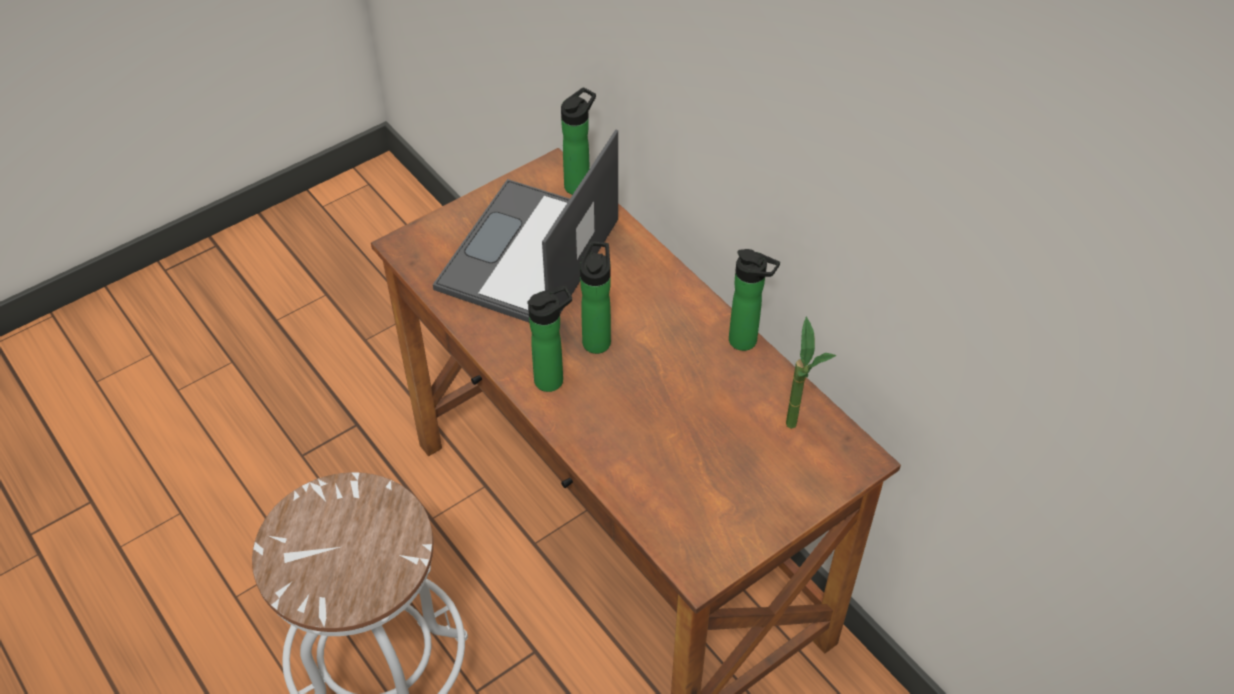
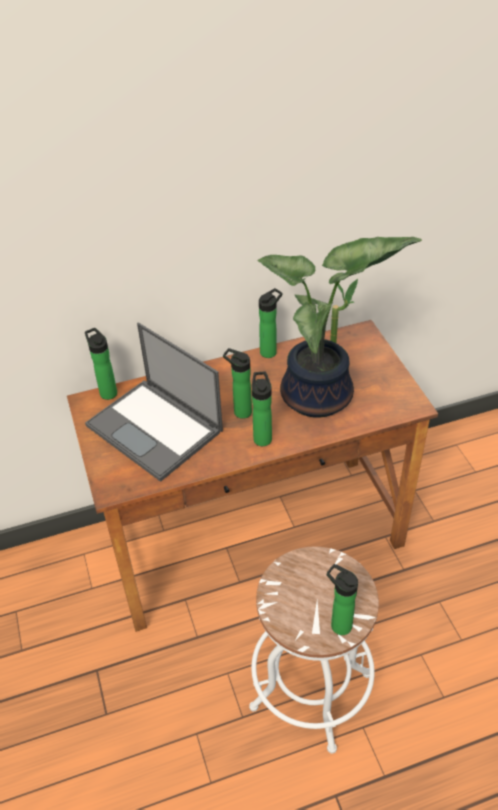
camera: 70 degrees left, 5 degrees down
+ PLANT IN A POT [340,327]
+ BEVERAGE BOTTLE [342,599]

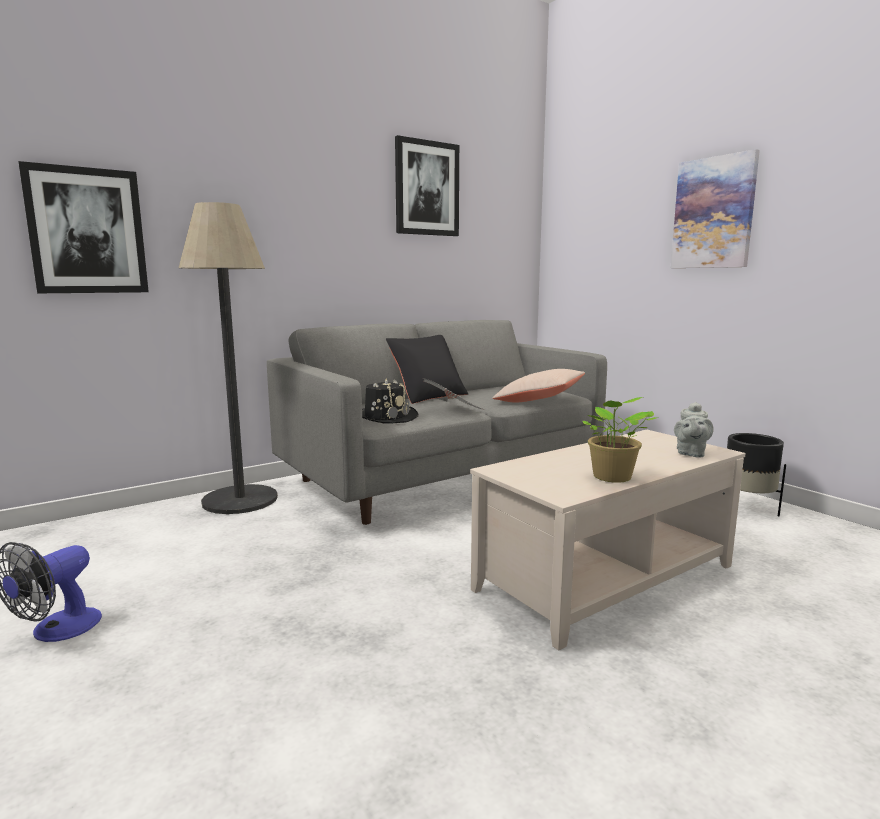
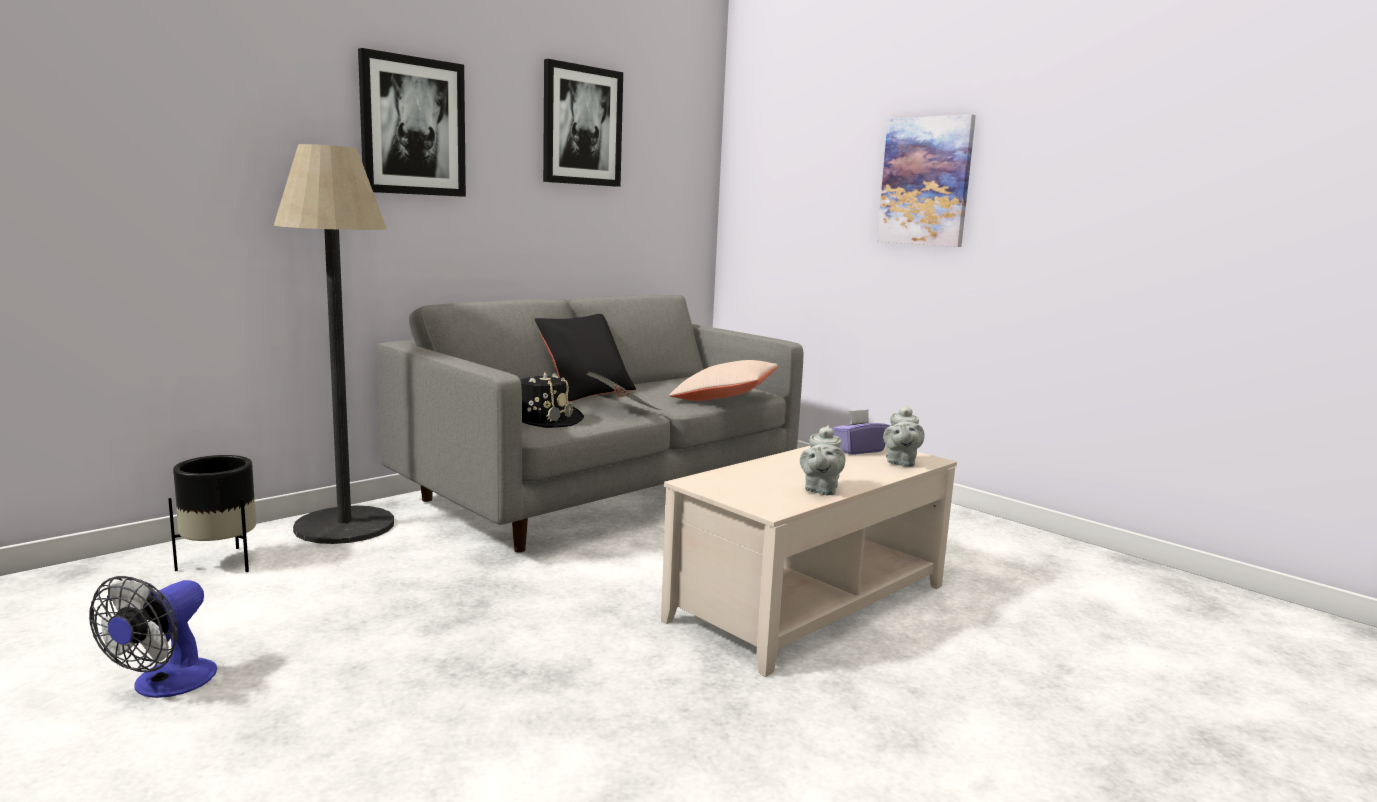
camera: 10 degrees left, 0 degrees up
~ WALL ART [83,227] to [412,122]
~ PLANT IN A POT [619,440] to GREY TEA POT [822,460]
~ BLACK-COLOURED PLANTER [756,474] to [212,513]
+ PURPLISH TISSUE HOLDER [861,432]

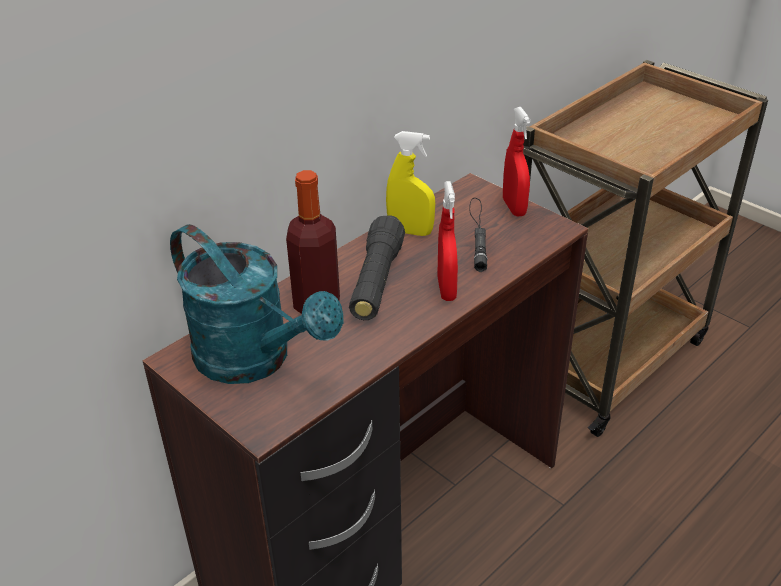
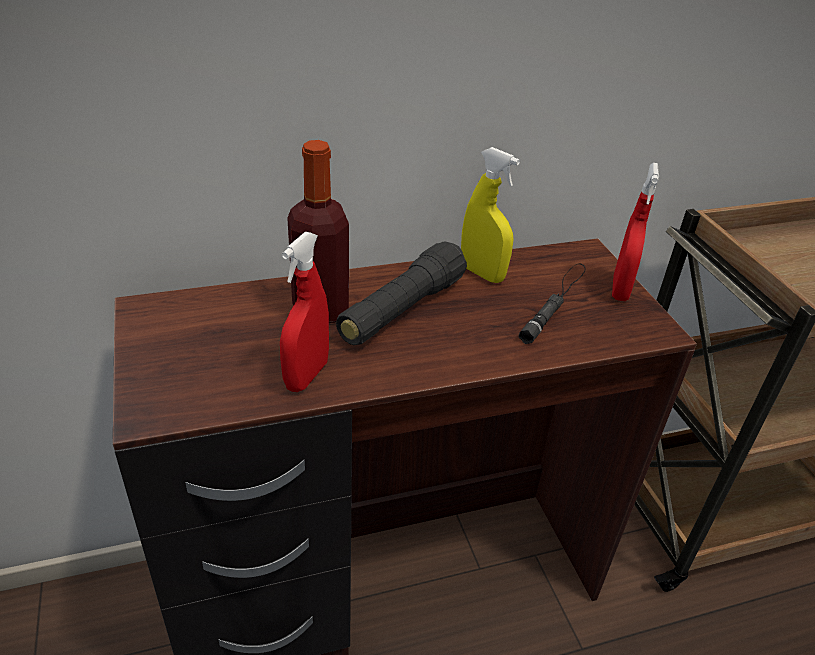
camera: 25 degrees right, 0 degrees up
~ RED HAND SPRAYER [447,241] to [304,311]
- BLUE-GREEN WATERING CAN [257,304]

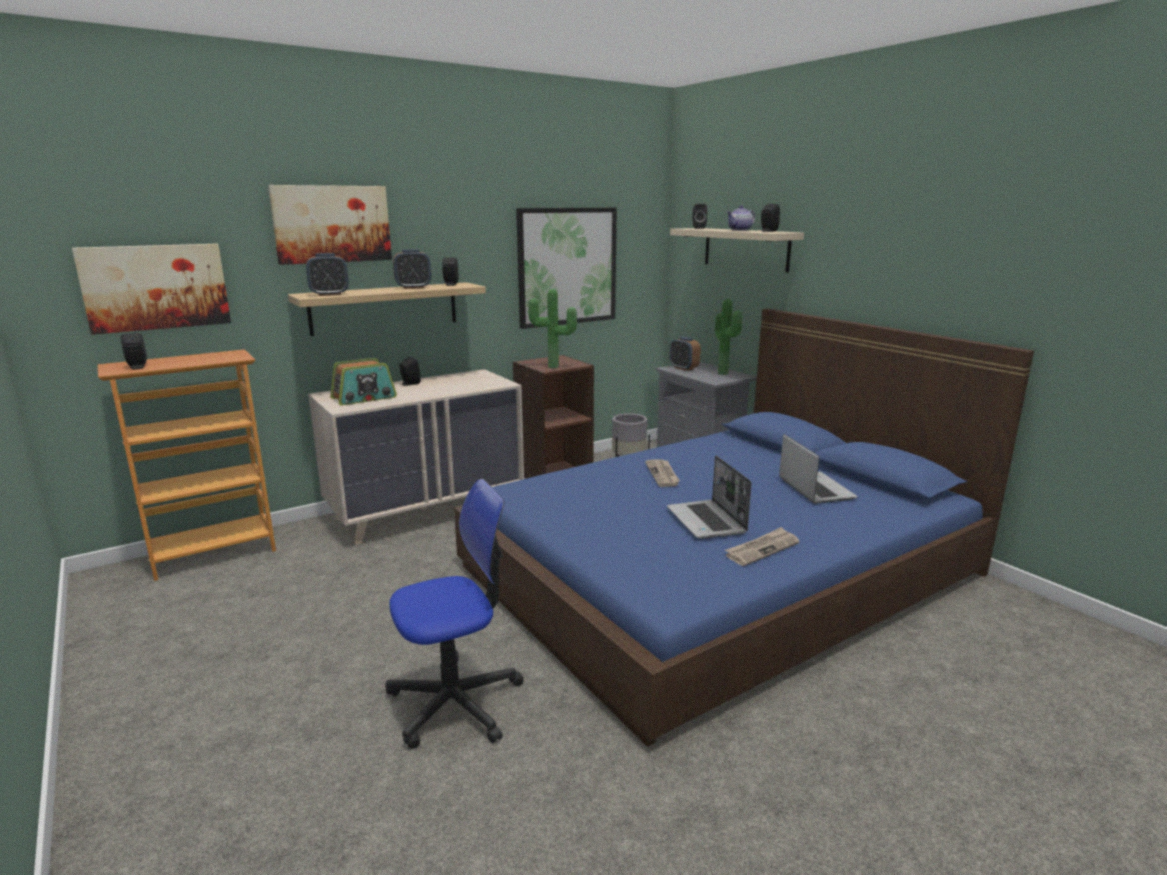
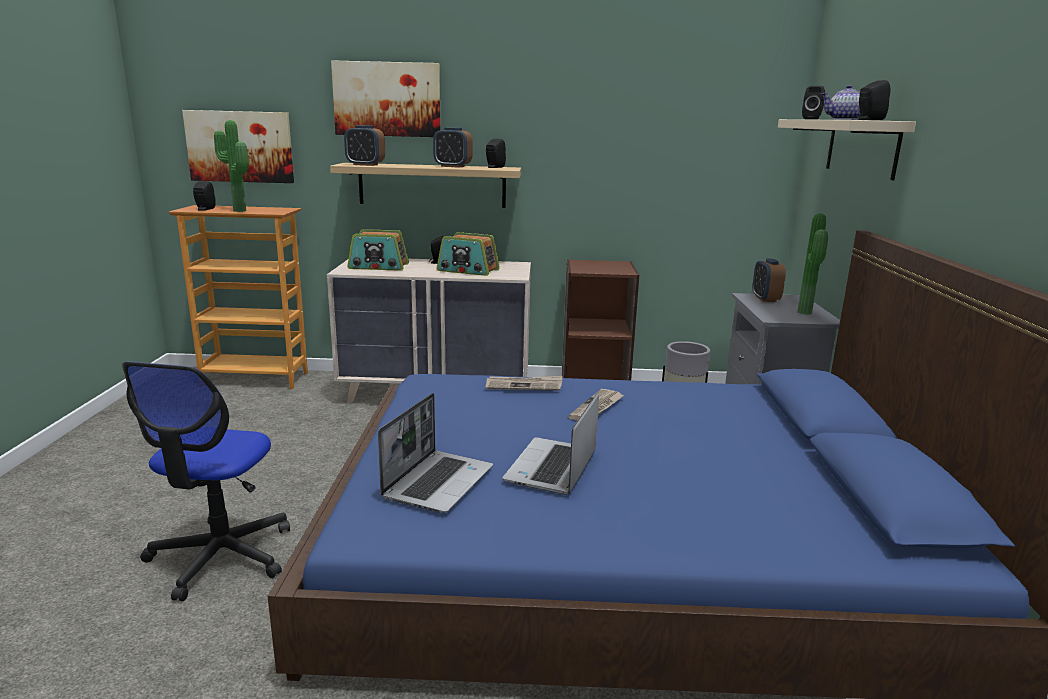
camera: 35 degrees right, 0 degrees up
- WALL ART [566,268]
~ PLANT IN A POT [552,328] to [231,166]
~ NOTEBOOK COMPUTER [818,469] to [435,453]
~ COMPUTER CHAIR [454,614] = [206,481] 90 degrees clockwise
~ NEWSPAPER [762,546] to [523,383]
+ RADIO SET [468,254]

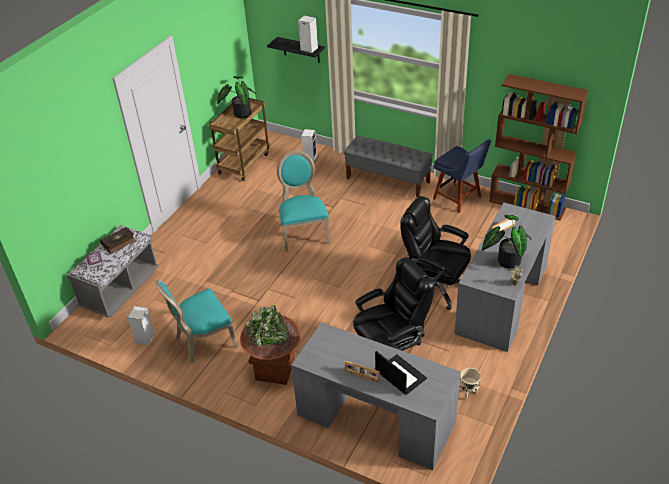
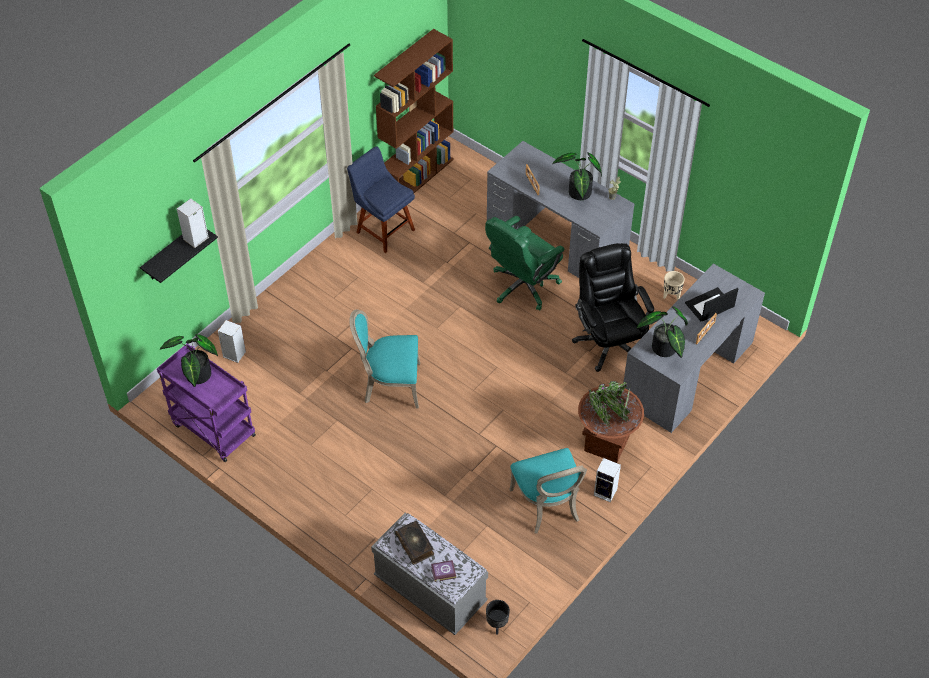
camera: 80 degrees left, 10 degrees up
~ BROWN TROLLEY [239,139] to PURPLISH TROLLEY [206,403]
- GREY LONG SEAT [388,166]
~ BLUE-COLOURED UPRIGHT CHAIR [462,176] = [381,199] 105 degrees counterclockwise
~ BLACK-COLOURED COMPUTER CHAIR [435,253] to GREEN COMPUTER CHAIR [524,263]
~ AUDIO SPEAKER [141,326] to [607,480]
+ PLANT IN A POT [662,332]
+ BLACK-COLOURED PLANTER [498,617]

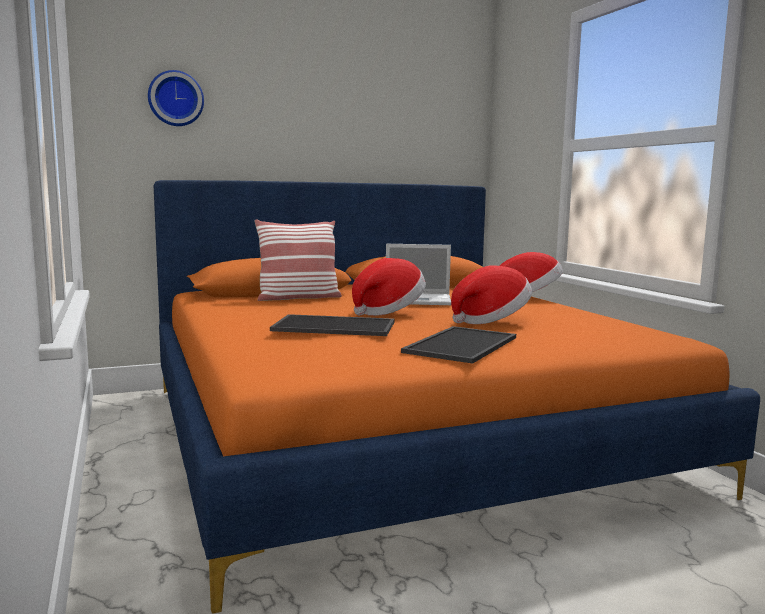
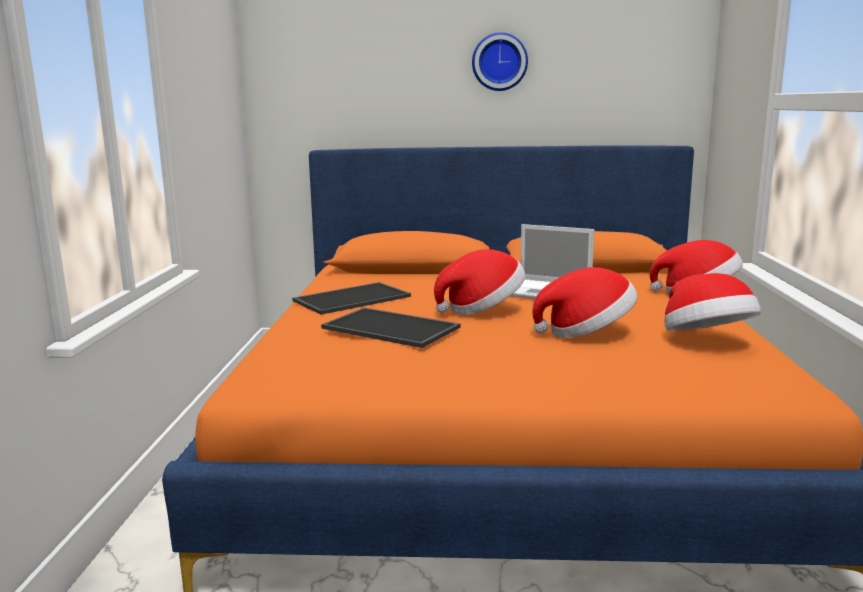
camera: 25 degrees right, 5 degrees up
~ WALL CLOCK [176,98] to [500,61]
- PILLOW [298,260]
~ TRAY [458,345] to [351,298]
+ CLOTHING HAT [712,302]

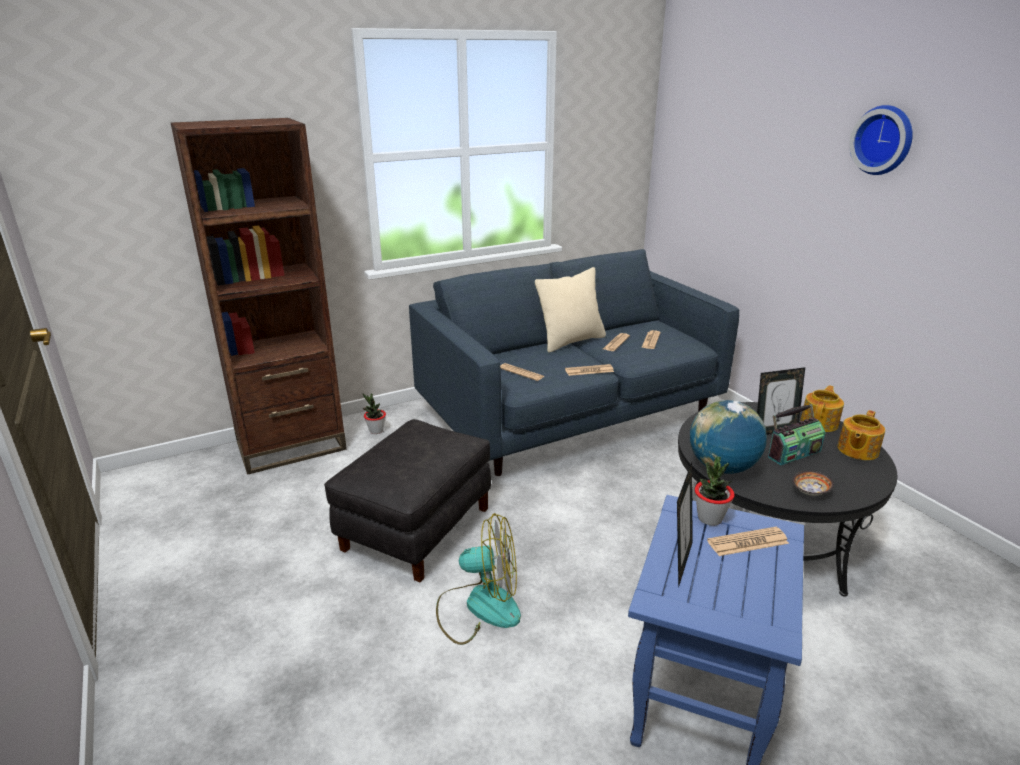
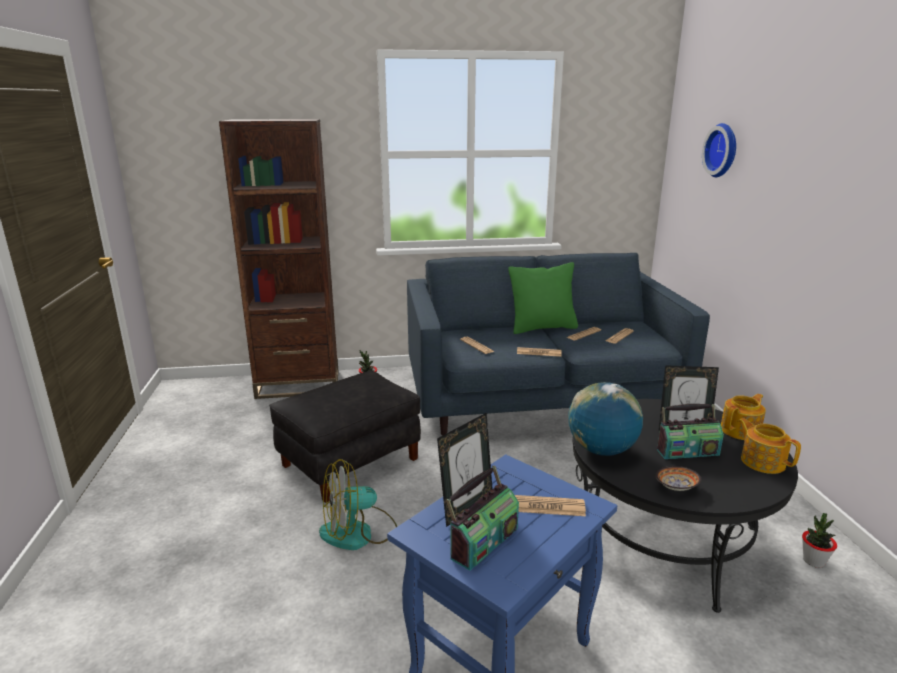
camera: 20 degrees right, 5 degrees down
~ WALL CLOCK [881,140] to [719,150]
~ BEIGE PILLOW [570,310] to GREEN PILLOW [543,298]
~ TEA POT [861,435] = [769,446] 90 degrees clockwise
~ PLANT IN A POT [714,491] to [819,540]
~ ELECTRIC FAN [478,579] = [358,504] 135 degrees clockwise
+ RADIO SET [482,518]

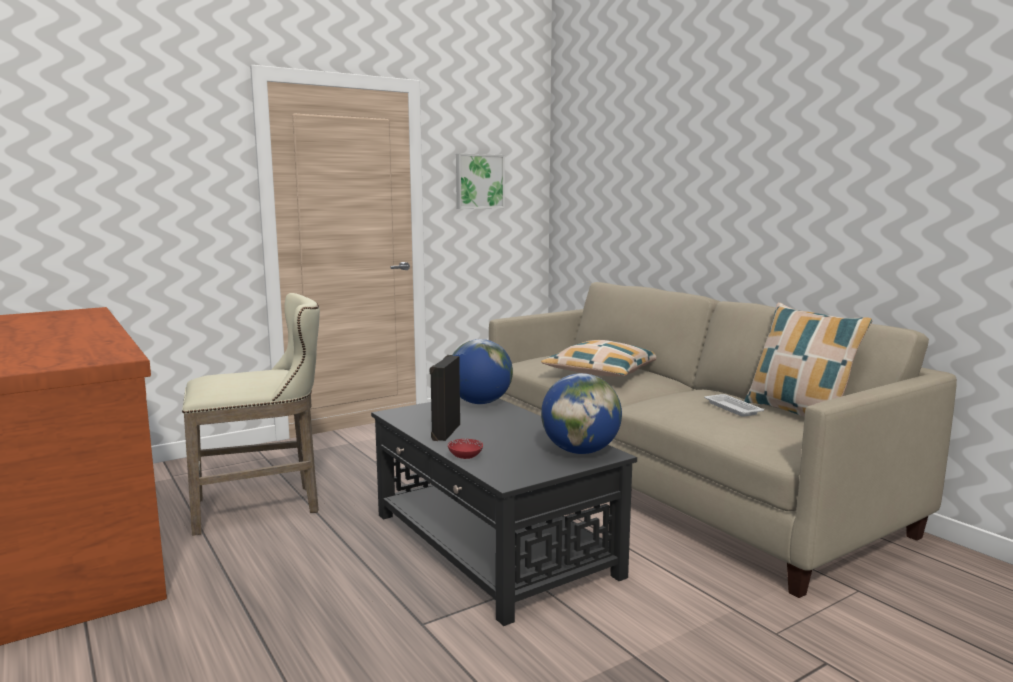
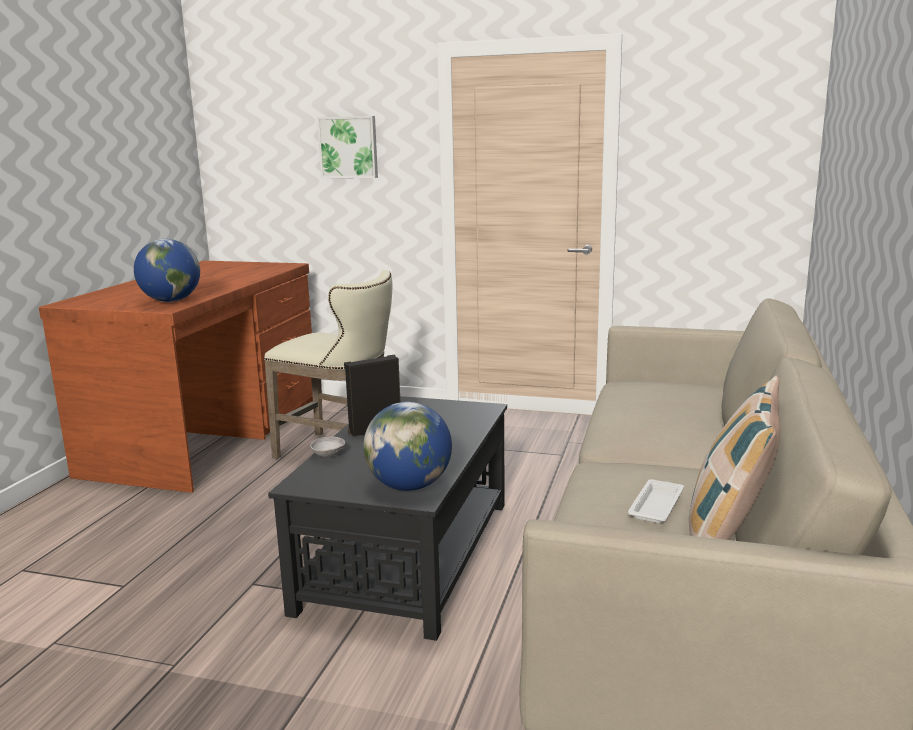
camera: 50 degrees right, 5 degrees up
~ WALL ART [480,181] to [347,147]
~ WORLD GLOBE [483,371] to [167,270]
- PILLOW [598,358]
~ RED BOWL [465,449] to GREY BOWL [327,447]

